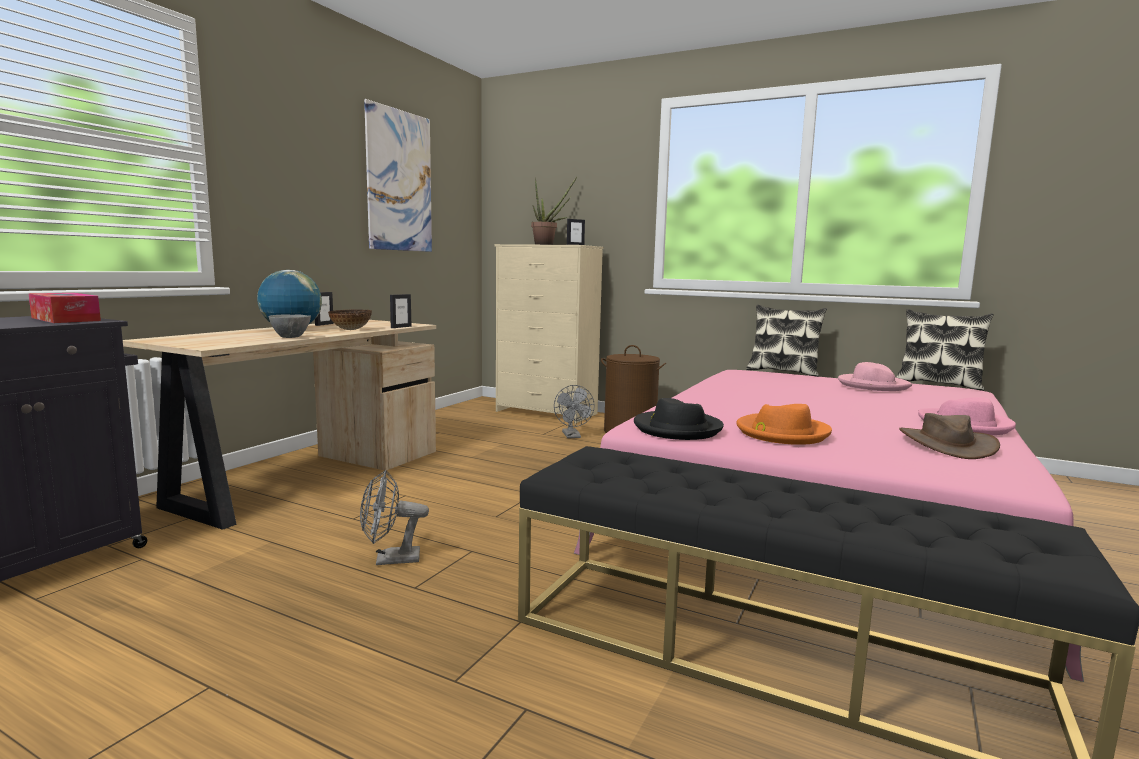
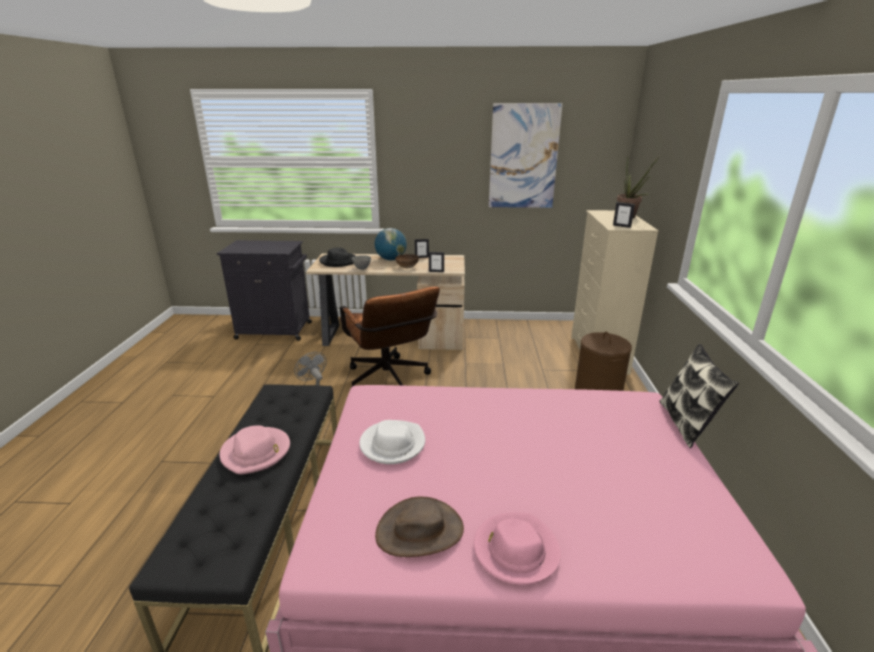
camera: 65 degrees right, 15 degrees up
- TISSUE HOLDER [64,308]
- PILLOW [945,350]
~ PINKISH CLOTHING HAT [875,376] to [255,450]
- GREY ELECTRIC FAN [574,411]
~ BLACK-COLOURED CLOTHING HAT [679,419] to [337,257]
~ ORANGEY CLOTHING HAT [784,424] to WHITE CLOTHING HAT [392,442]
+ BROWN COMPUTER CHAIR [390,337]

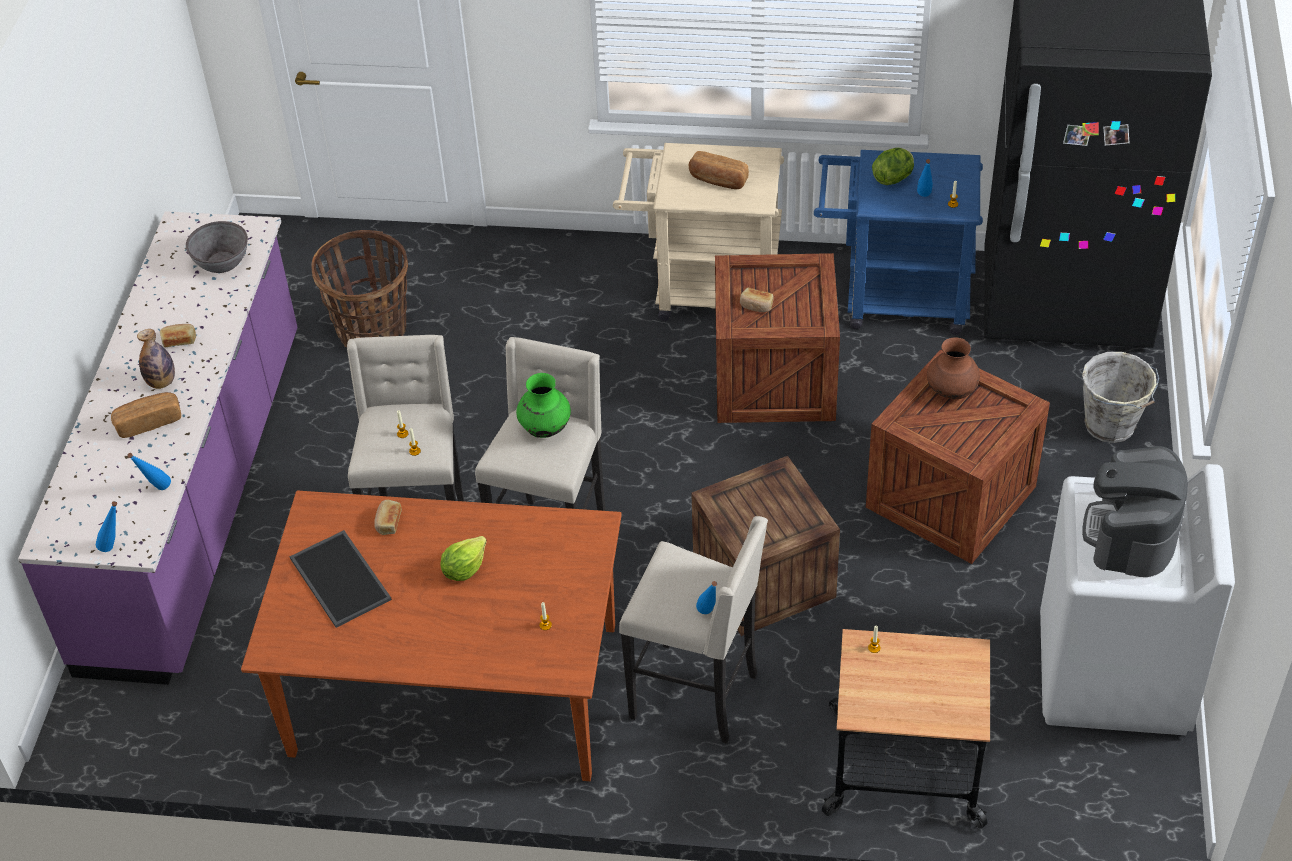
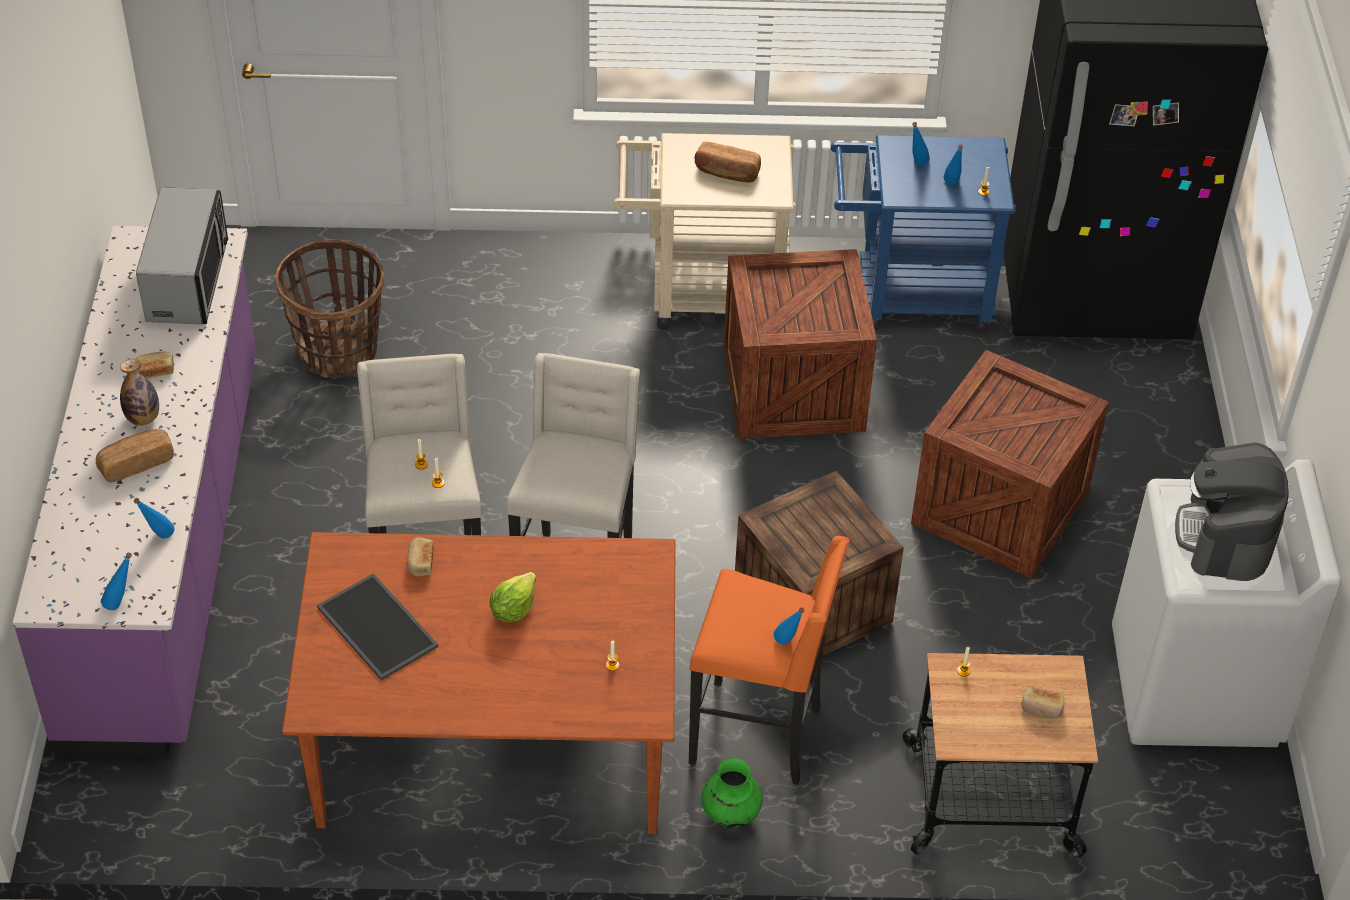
camera: 10 degrees left, 0 degrees up
~ LETTUCE HEAD [893,166] to BLUE-COLOURED BEVERAGE BOTTLE [921,144]
~ GREY BOWL [217,247] to KITCHEN MICROWAVE [182,256]
~ BAKERY BREAD [756,300] to [1042,702]
- BROWN DECORATIVE VASE [953,368]
- GREY PAIL [1120,397]
~ GREEN DECORATIVE VASE [543,405] to [732,793]
~ BEIGE STOOL [693,630] to ORANGEY STOOL [769,660]

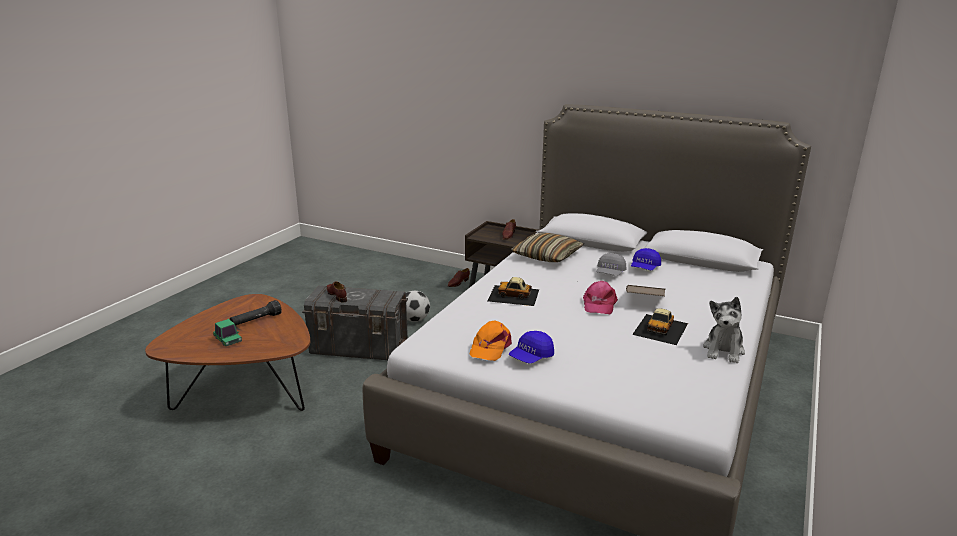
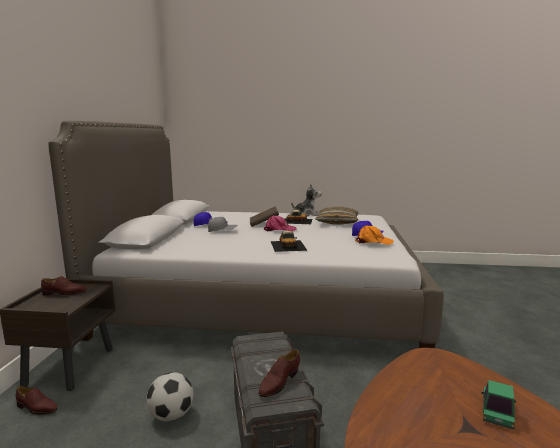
camera: 110 degrees left, 10 degrees down
~ PILLOW [547,247] to [336,215]
- BLACK-COLOURED HAND TORCH [256,313]

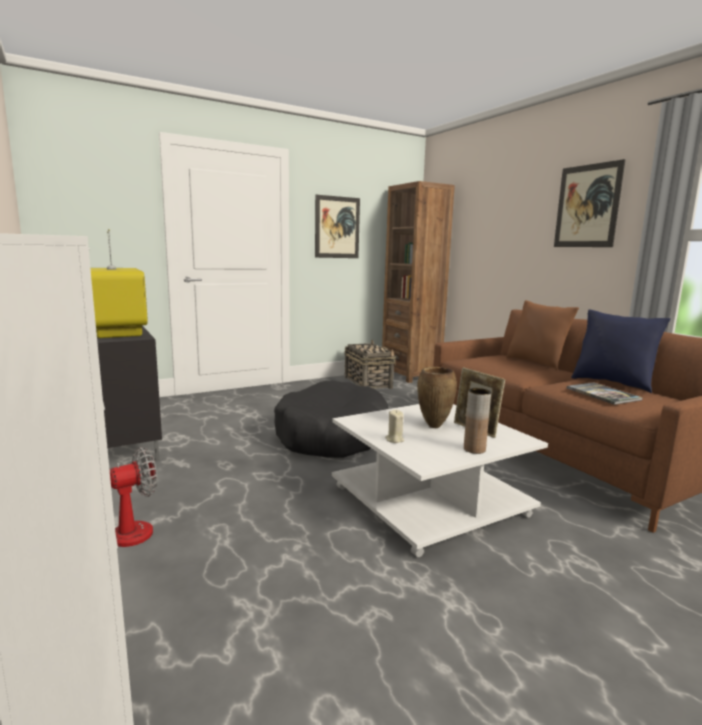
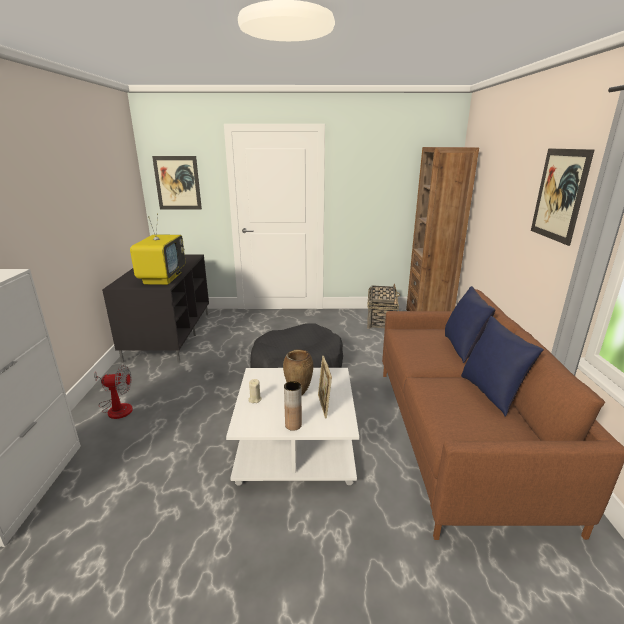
camera: 30 degrees right, 10 degrees up
~ WALL ART [337,226] to [177,183]
~ BROWN PILLOW [542,335] to BLUE-COLOURED PILLOW [470,324]
- BOUND BOOK [605,393]

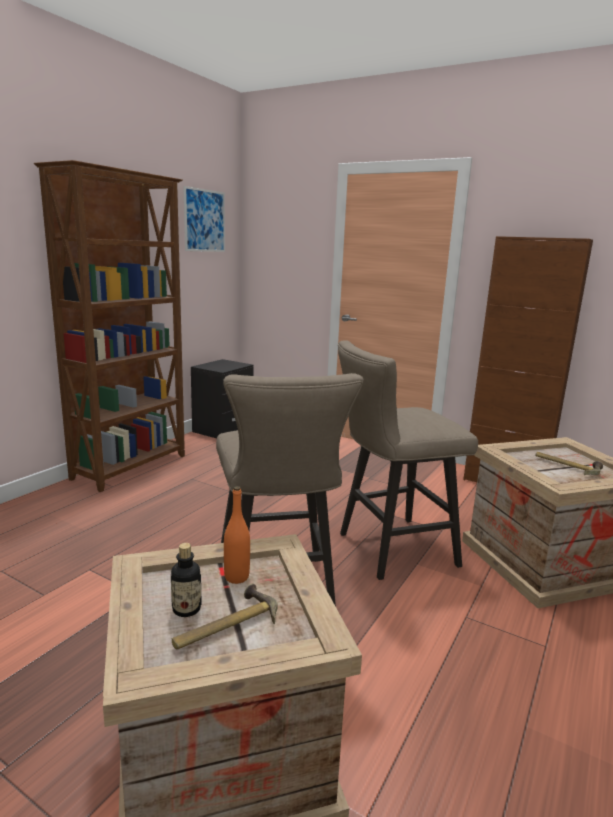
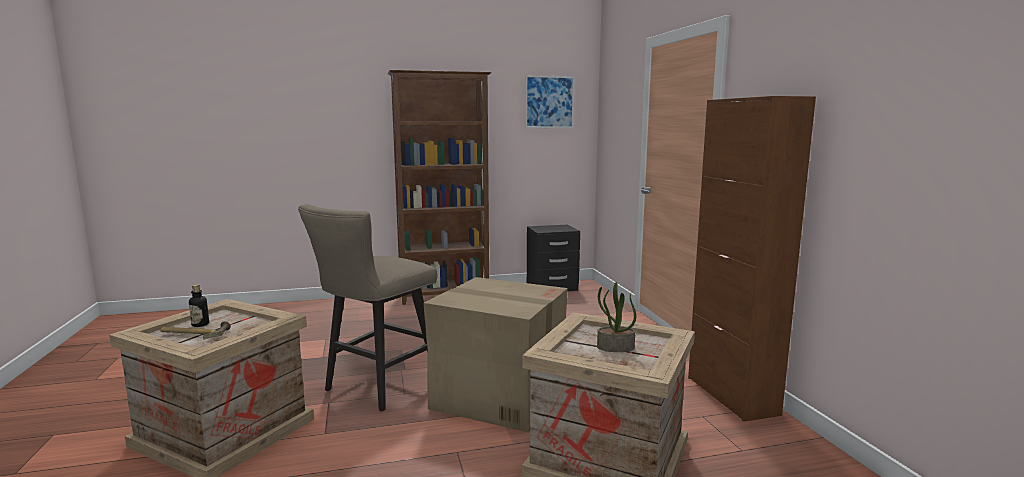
camera: 45 degrees right, 5 degrees down
~ BEIGE STOOL [408,460] to CARDBOARD BOX [495,354]
~ HAMMER [569,463] to PLANT IN A POT [616,317]
- ORANGEY BEVERAGE BOTTLE [237,535]

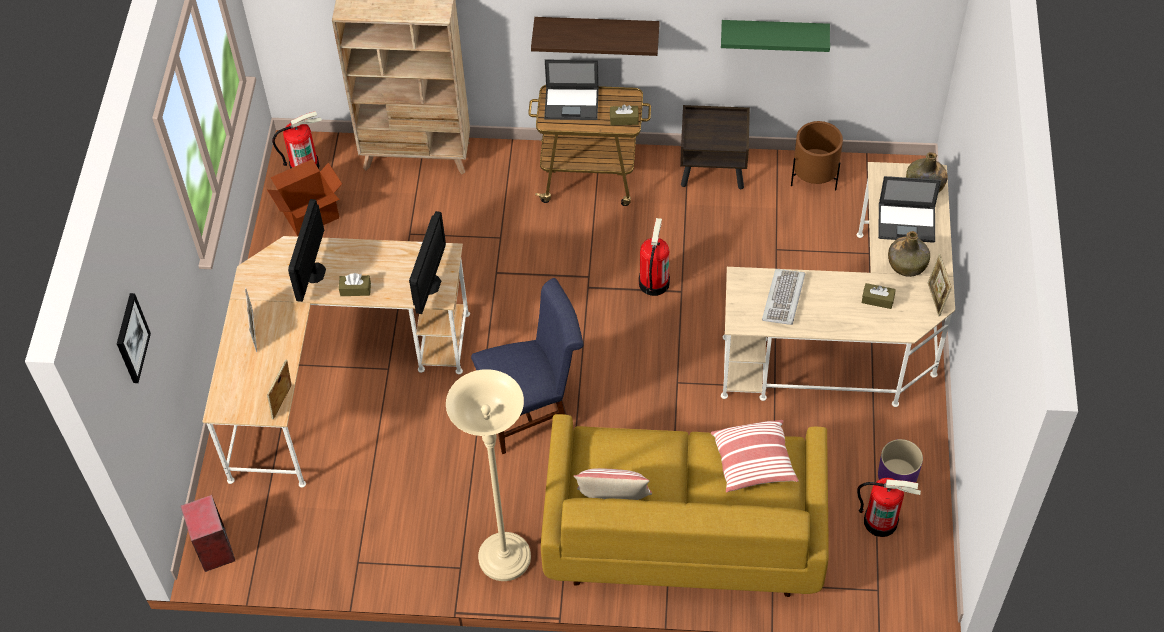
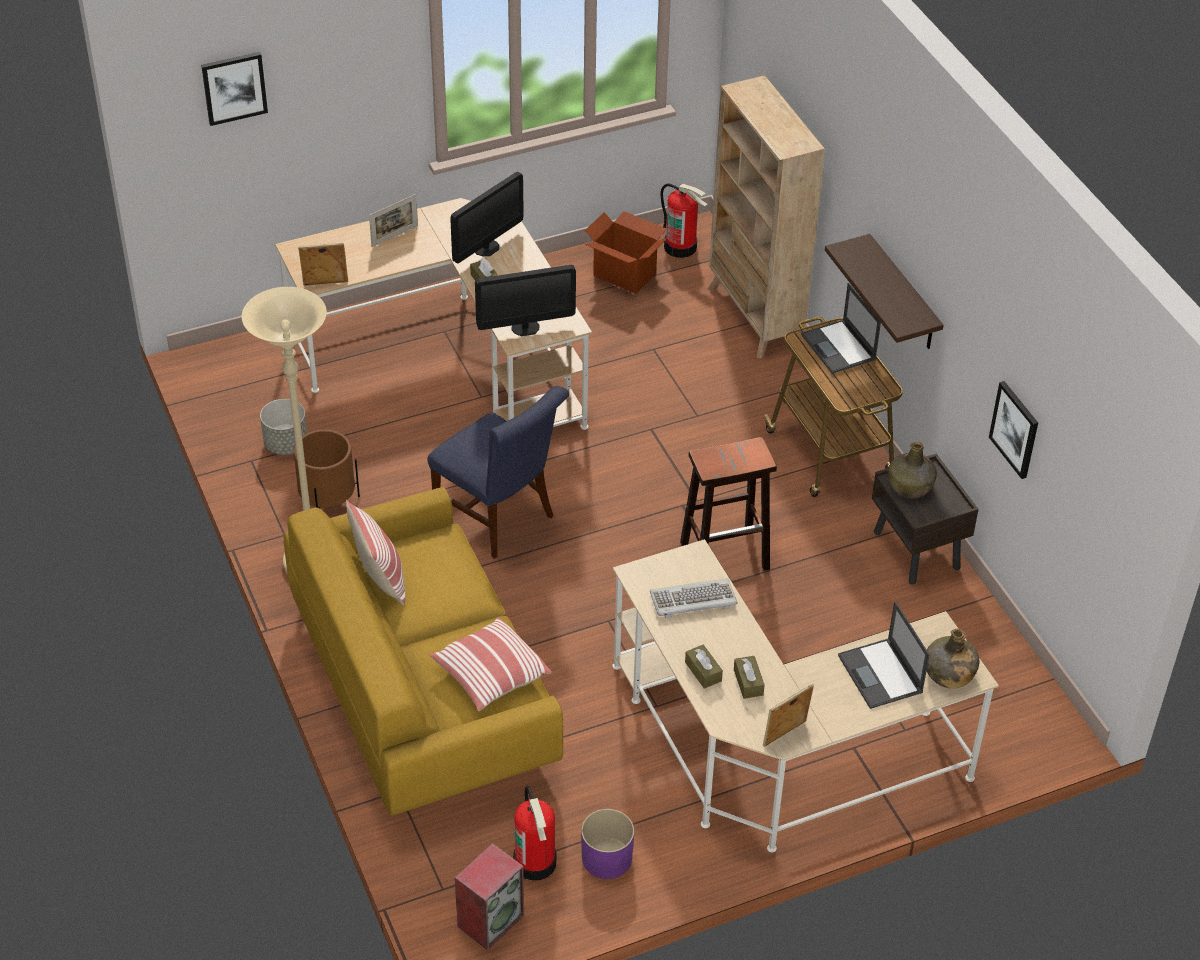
camera: 60 degrees right, 10 degrees down
~ GREEN SHELF [775,36] to WALL ART [1013,430]
~ BROWN TISSUE HOLDER [624,114] to [704,667]
~ BROWN PLANTER [817,156] to [327,468]
~ MONITOR [307,250] = [487,217] 150 degrees clockwise
~ EXTINGUISHER [654,257] to BROWN STOOL [728,504]
~ GREEN BEVERAGE BOTTLE [909,254] to [912,470]
~ AUDIO SPEAKER [208,533] to [489,896]
+ GREY PLANTER [283,427]

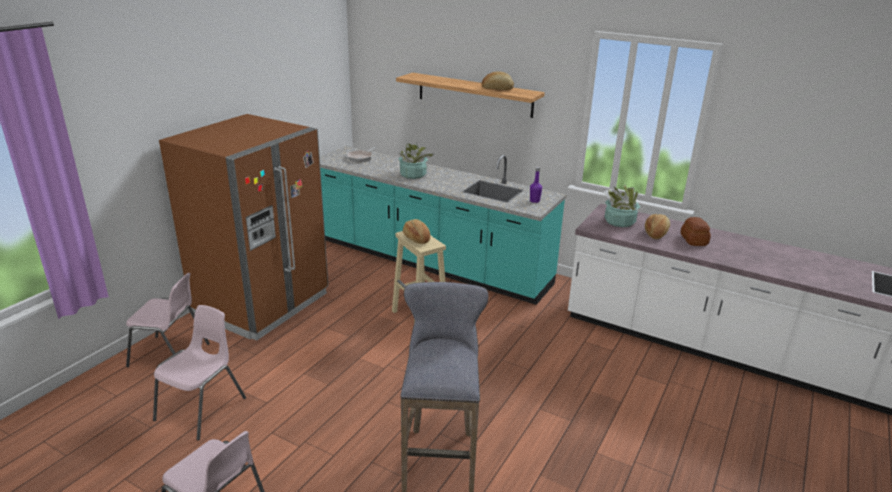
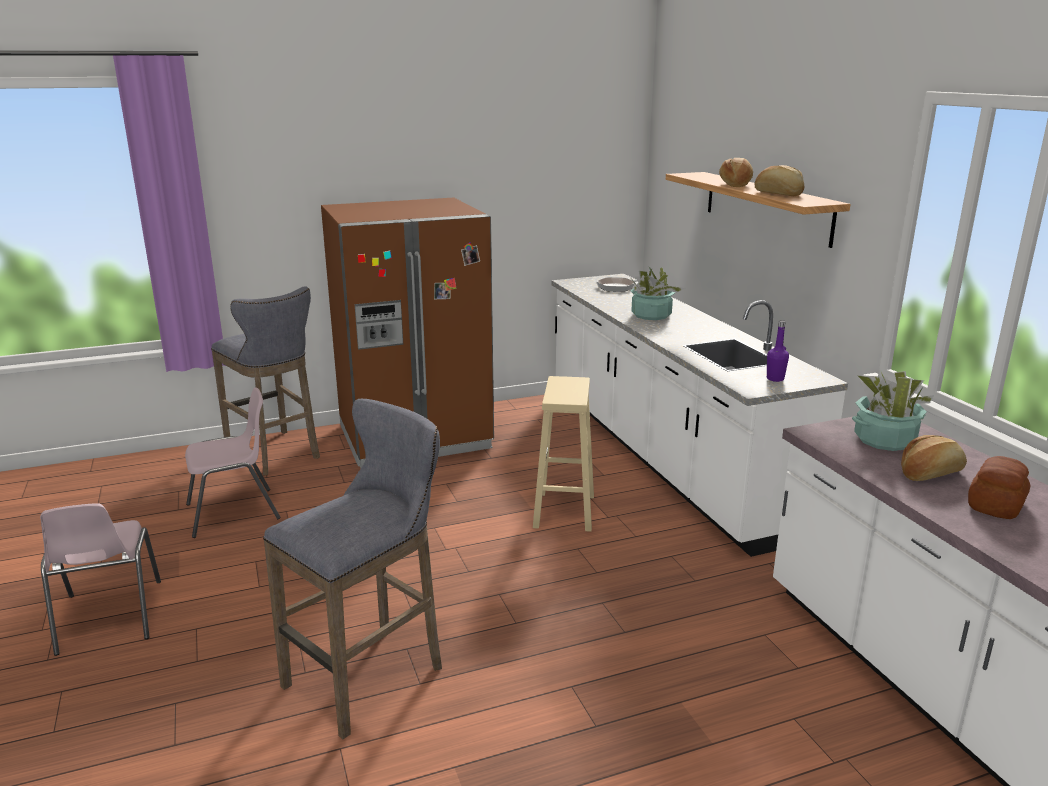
camera: 40 degrees right, 5 degrees down
~ BLUE-GREEN COUNTER [443,225] to WHITE COUNTER [699,415]
~ BAKERY BREAD [416,231] to [736,172]
~ PINKISH UPRIGHT CHAIR [168,320] to GREY STOOL [265,380]

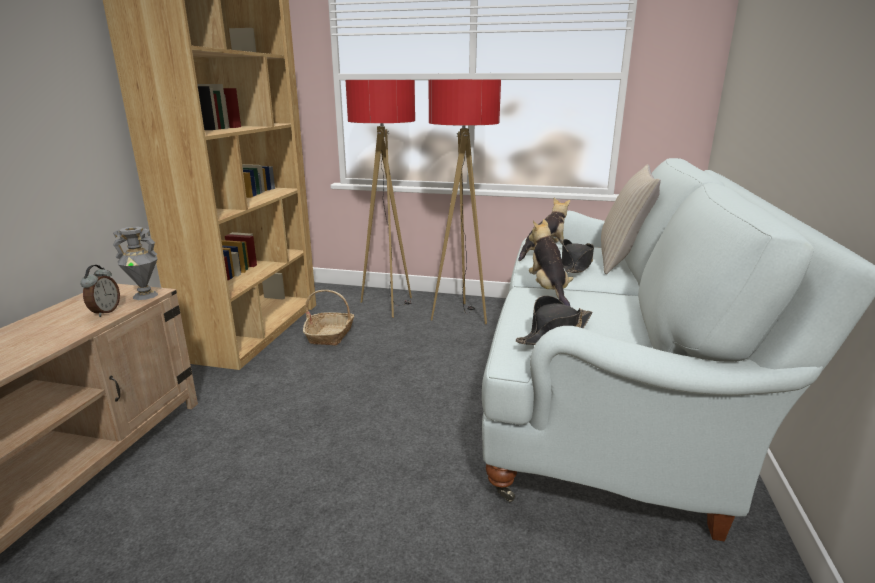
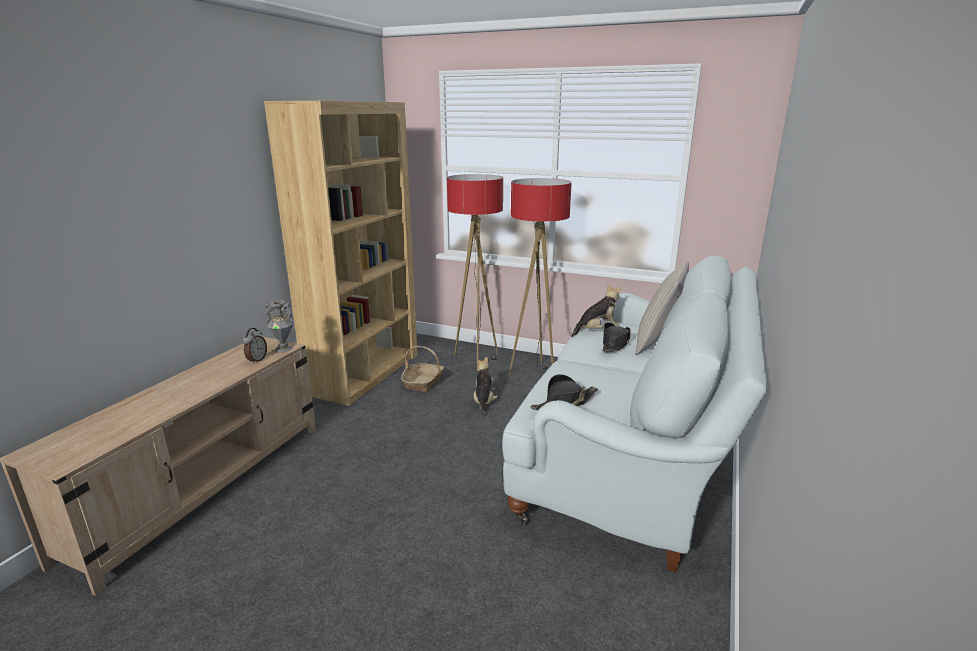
camera: 10 degrees right, 0 degrees up
~ SOFT TOY [551,262] to [485,387]

